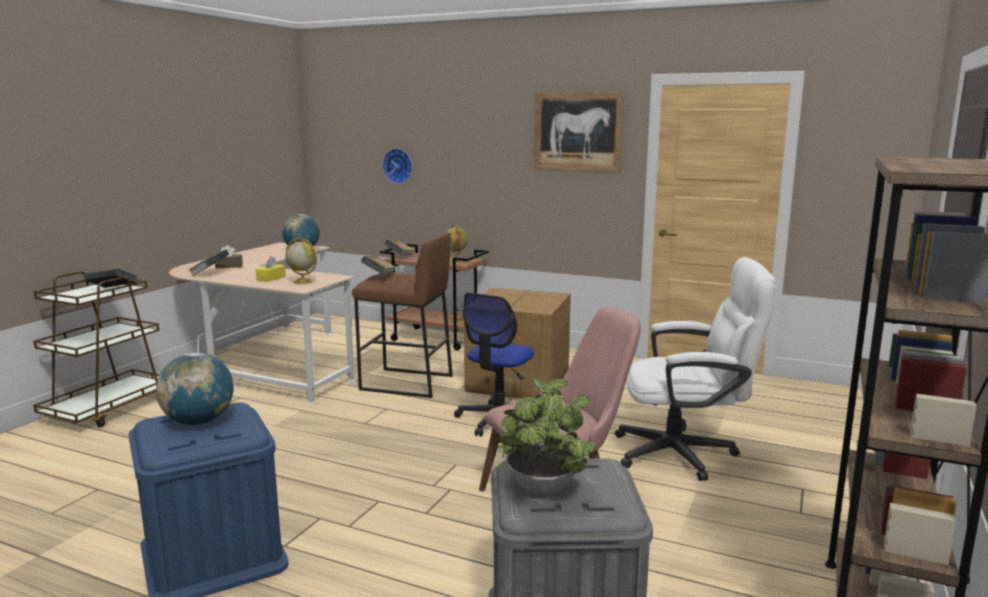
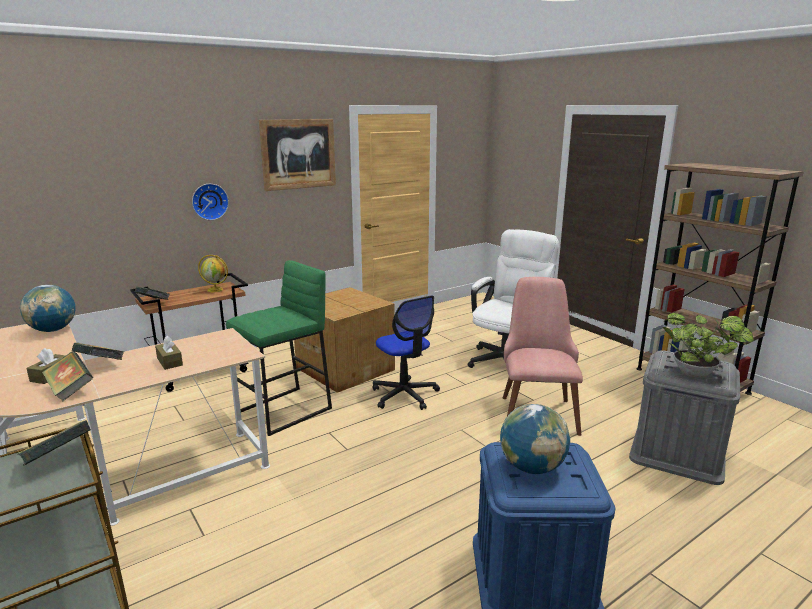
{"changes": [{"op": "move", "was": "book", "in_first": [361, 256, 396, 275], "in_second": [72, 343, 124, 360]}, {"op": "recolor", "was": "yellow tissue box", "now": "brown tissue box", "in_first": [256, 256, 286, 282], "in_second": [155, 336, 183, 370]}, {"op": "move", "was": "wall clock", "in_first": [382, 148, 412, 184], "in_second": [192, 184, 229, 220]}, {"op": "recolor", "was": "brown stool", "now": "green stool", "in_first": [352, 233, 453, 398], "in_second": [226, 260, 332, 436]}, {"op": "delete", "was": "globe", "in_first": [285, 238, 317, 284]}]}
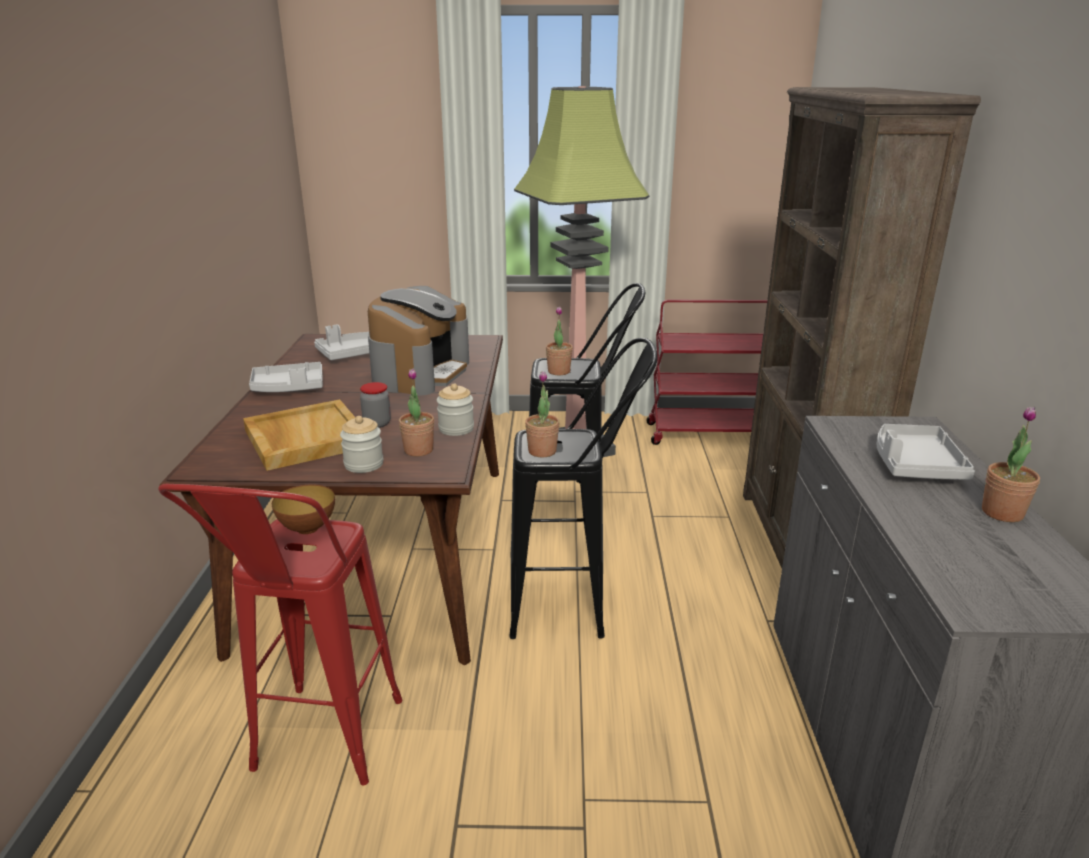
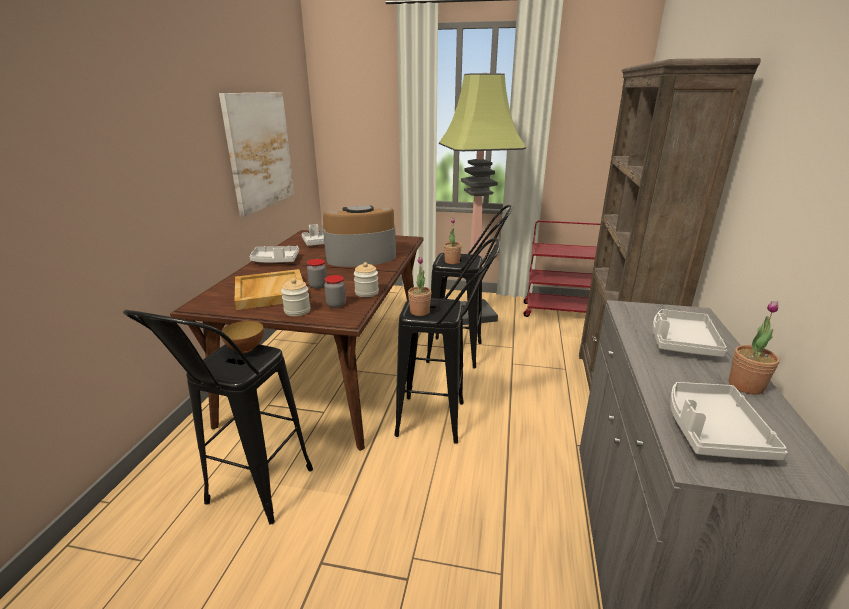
{"changes": [{"op": "recolor", "was": "red stool", "now": "black stool", "in_first": [158, 484, 402, 786], "in_second": [123, 310, 313, 525]}, {"op": "insert", "now": "picture", "in_second": [219, 92, 294, 217]}, {"op": "rotate", "was": "coffee machine", "in_first": [368, 286, 469, 396], "in_second": [323, 205, 396, 267], "clockwise": -135}, {"op": "replace", "was": "potted plant", "now": "jar", "in_first": [399, 368, 434, 456], "in_second": [324, 275, 346, 308]}, {"op": "insert", "now": "grey tray", "in_second": [670, 382, 788, 461]}]}
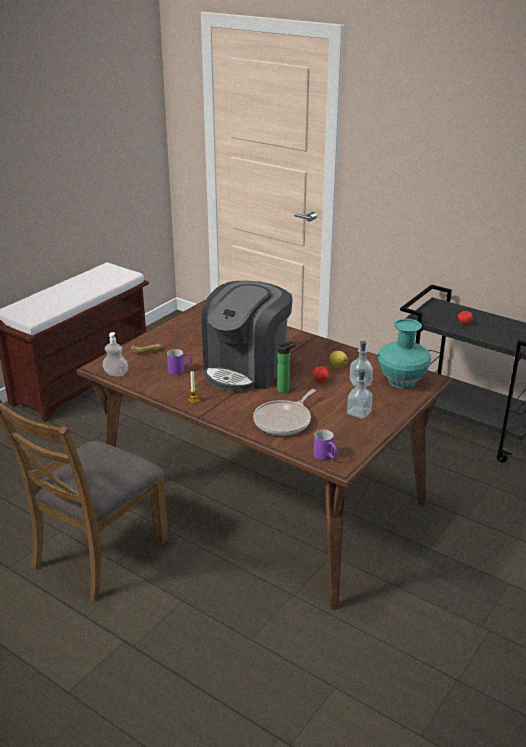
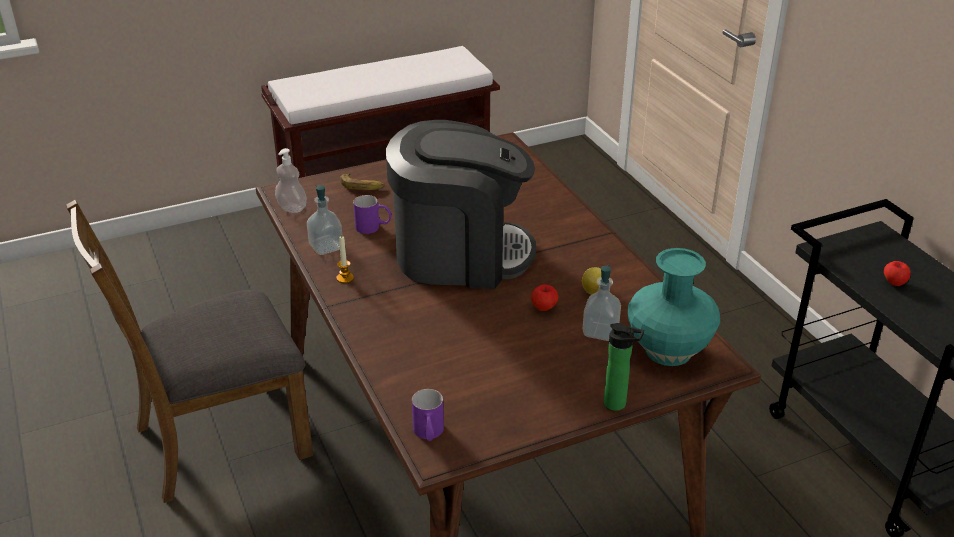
{"changes": [{"op": "move", "was": "soap dispenser", "in_first": [347, 369, 373, 419], "in_second": [307, 185, 342, 255]}, {"op": "rotate", "was": "coffee machine", "in_first": [201, 281, 293, 392], "in_second": [386, 120, 536, 289], "clockwise": -150}, {"op": "move", "was": "bottle", "in_first": [277, 341, 296, 393], "in_second": [604, 323, 644, 411]}, {"op": "delete", "was": "frying pan", "in_first": [253, 389, 316, 436]}]}
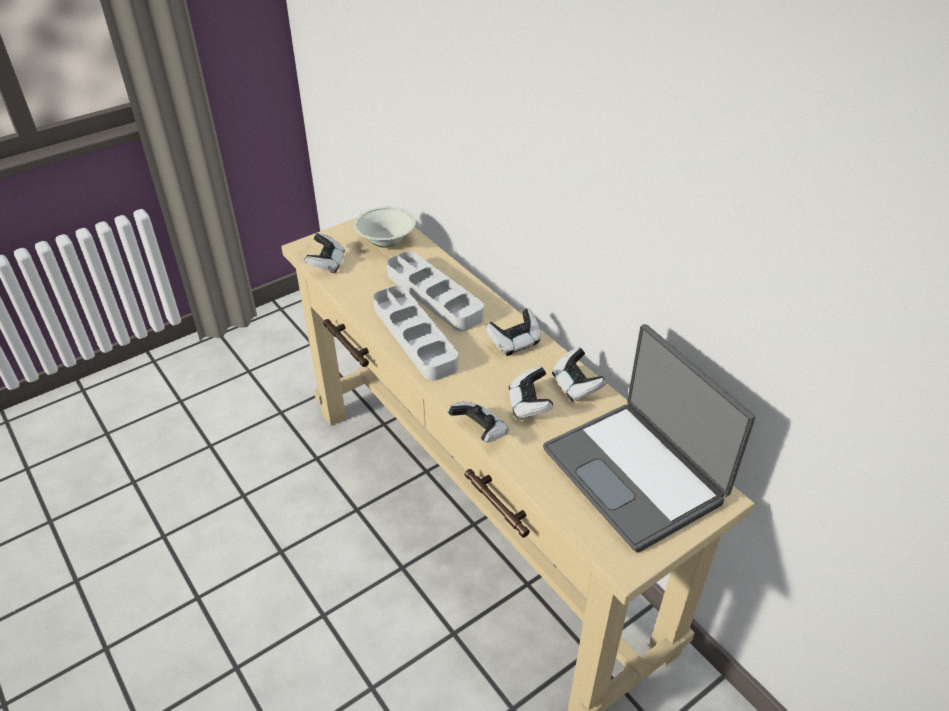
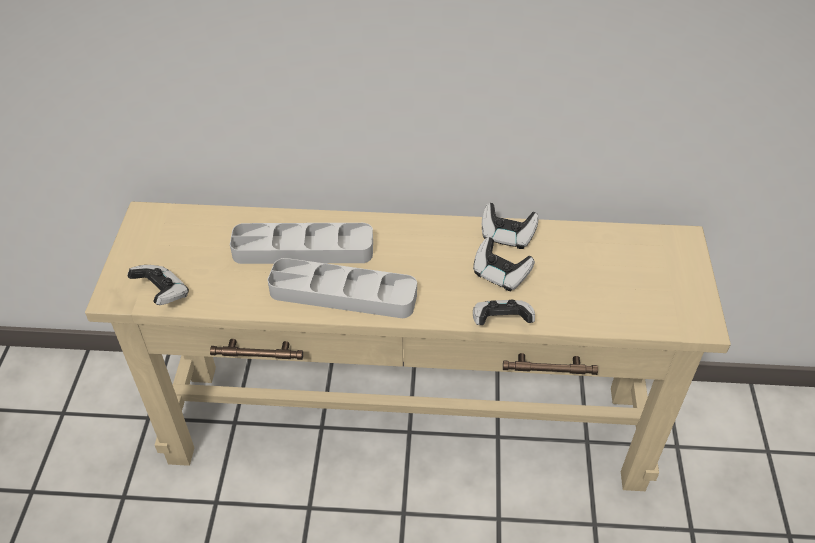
{"changes": [{"op": "delete", "was": "white bowl", "in_first": [354, 207, 416, 248]}, {"op": "delete", "was": "game controller", "in_first": [486, 308, 541, 356]}, {"op": "delete", "was": "laptop", "in_first": [543, 324, 755, 552]}]}
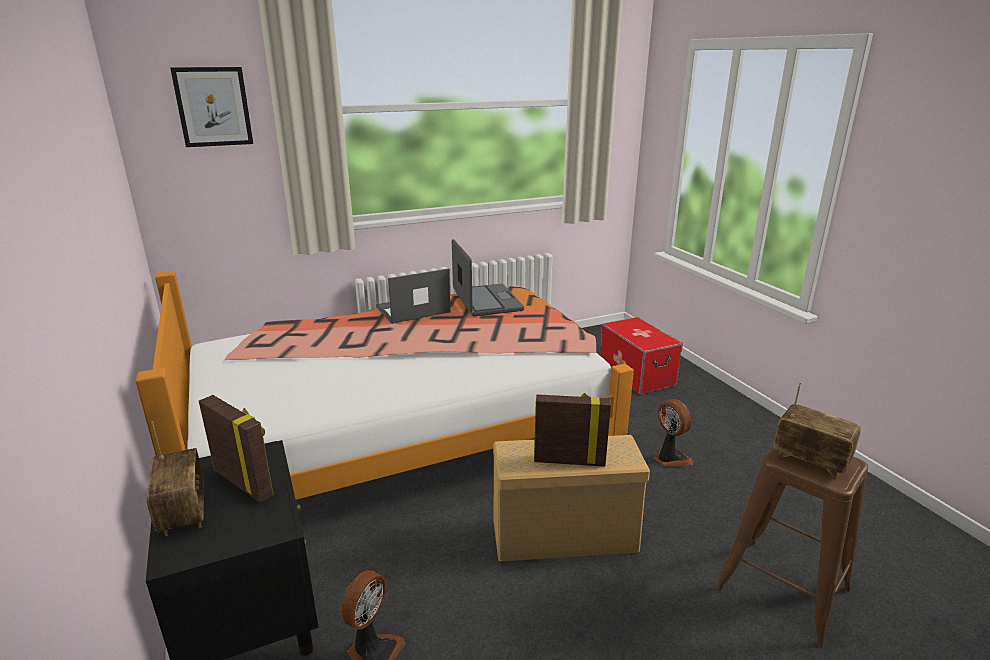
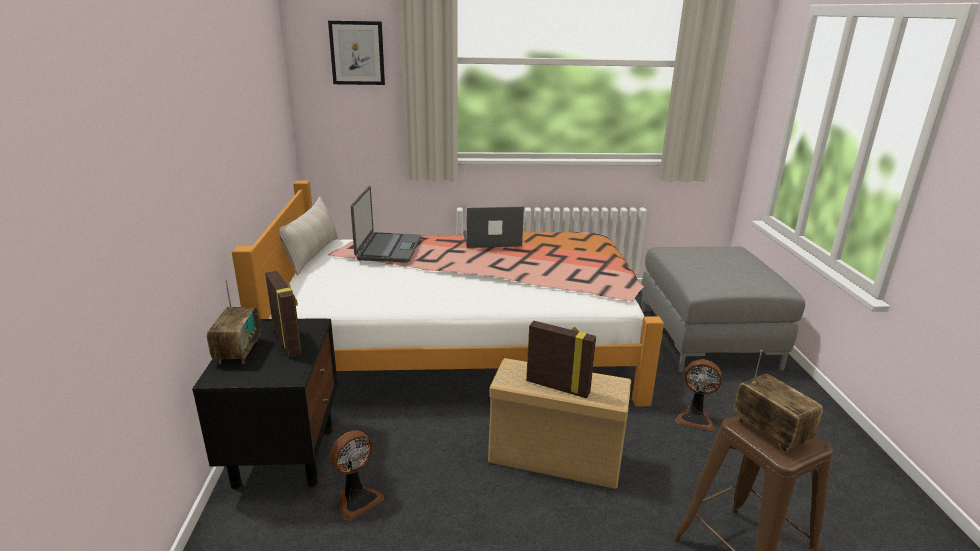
{"changes": [{"op": "insert", "now": "beige pillow", "in_second": [279, 197, 338, 275]}, {"op": "move", "was": "laptop", "in_first": [452, 239, 524, 316], "in_second": [351, 186, 421, 262]}, {"op": "replace", "was": "storage box", "now": "grey ottoman", "in_first": [600, 317, 683, 394], "in_second": [641, 246, 805, 372]}, {"op": "rotate", "was": "fan", "in_first": [653, 399, 693, 467], "in_second": [675, 360, 722, 431], "clockwise": 120}]}
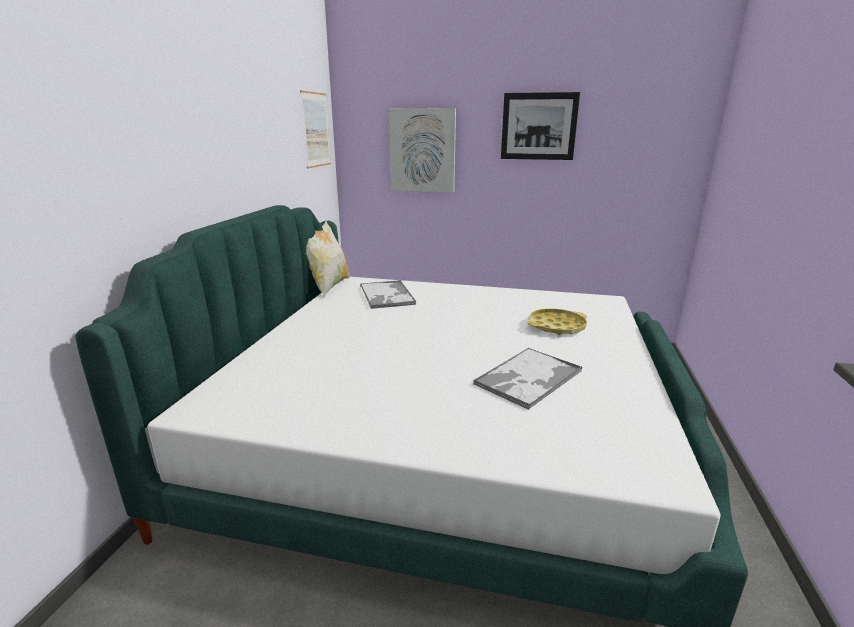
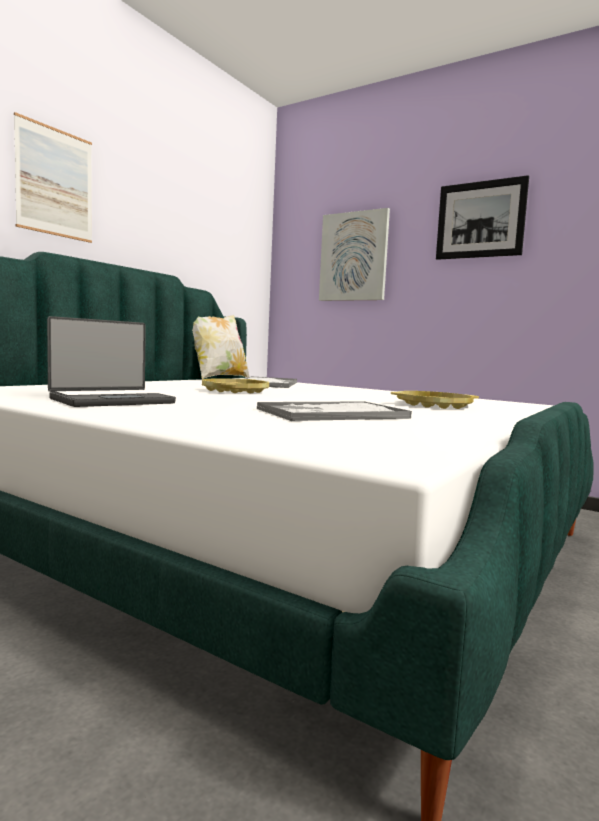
{"changes": [{"op": "move", "was": "picture", "in_first": [300, 91, 331, 169], "in_second": [14, 112, 92, 243]}, {"op": "insert", "now": "laptop", "in_second": [47, 316, 176, 407]}, {"op": "insert", "now": "yellow tray", "in_second": [202, 378, 269, 393]}]}
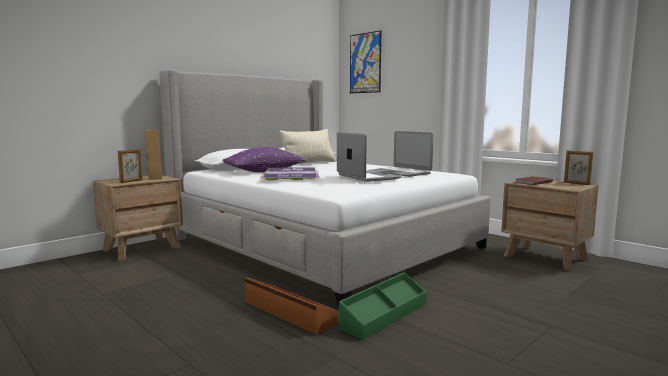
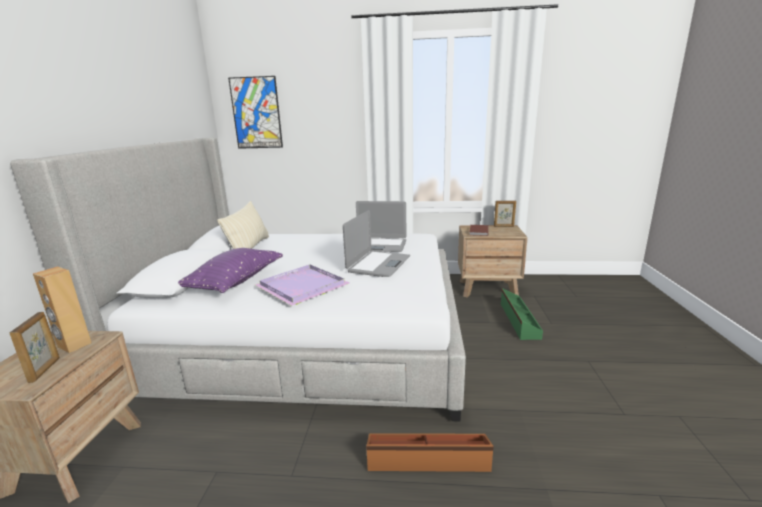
{"changes": [{"op": "rotate", "was": "laptop", "in_first": [337, 132, 402, 182], "in_second": [343, 210, 410, 277], "clockwise": 90}, {"op": "move", "was": "green storage box", "in_first": [339, 272, 427, 340], "in_second": [501, 288, 543, 340]}]}
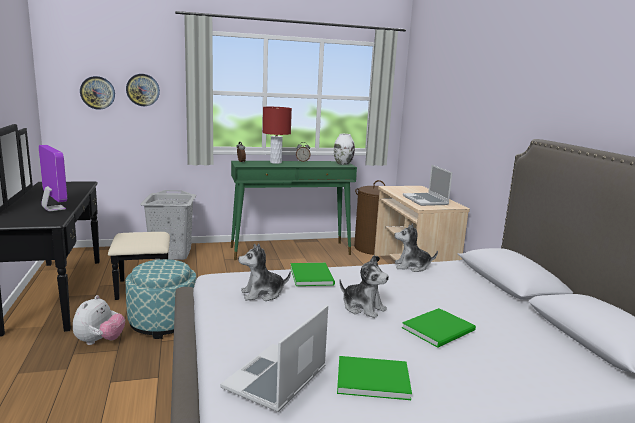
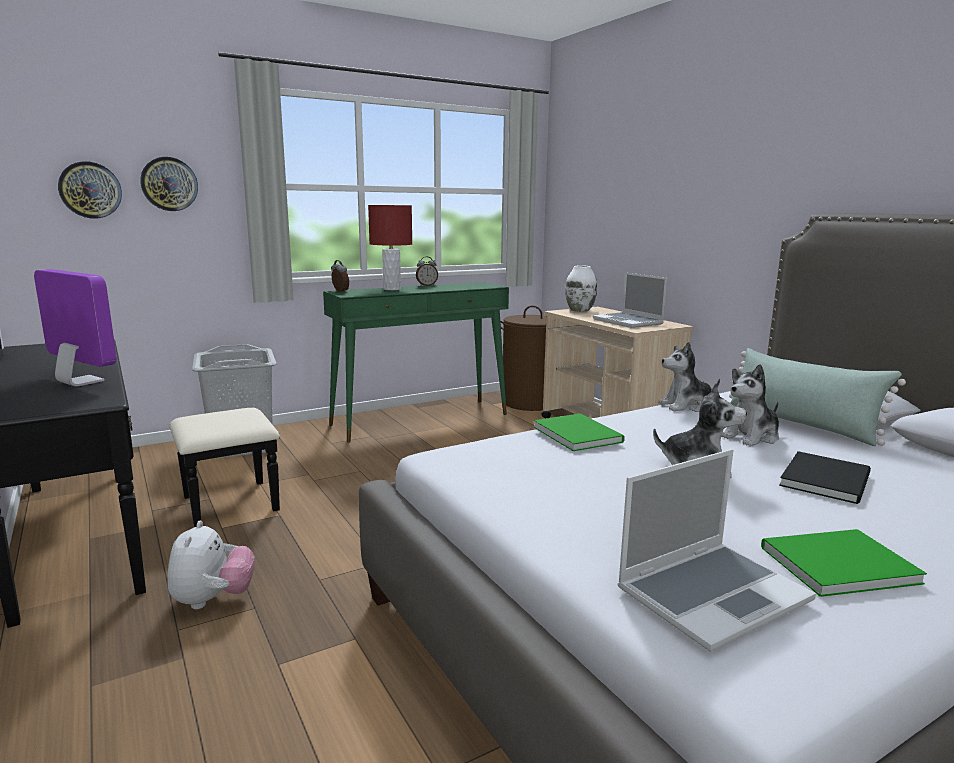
{"changes": [{"op": "move", "was": "white vase", "in_first": [334, 134, 355, 165], "in_second": [565, 265, 597, 312]}, {"op": "rotate", "was": "laptop", "in_first": [220, 305, 328, 412], "in_second": [617, 449, 816, 652], "clockwise": -135}, {"op": "move", "was": "plush toy", "in_first": [238, 243, 291, 301], "in_second": [721, 364, 779, 447]}, {"op": "insert", "now": "green pillow", "in_second": [728, 348, 906, 446]}, {"op": "recolor", "was": "green book", "now": "black book", "in_first": [402, 308, 476, 348], "in_second": [779, 451, 871, 504]}, {"op": "delete", "was": "ottoman", "in_first": [126, 259, 197, 339]}]}
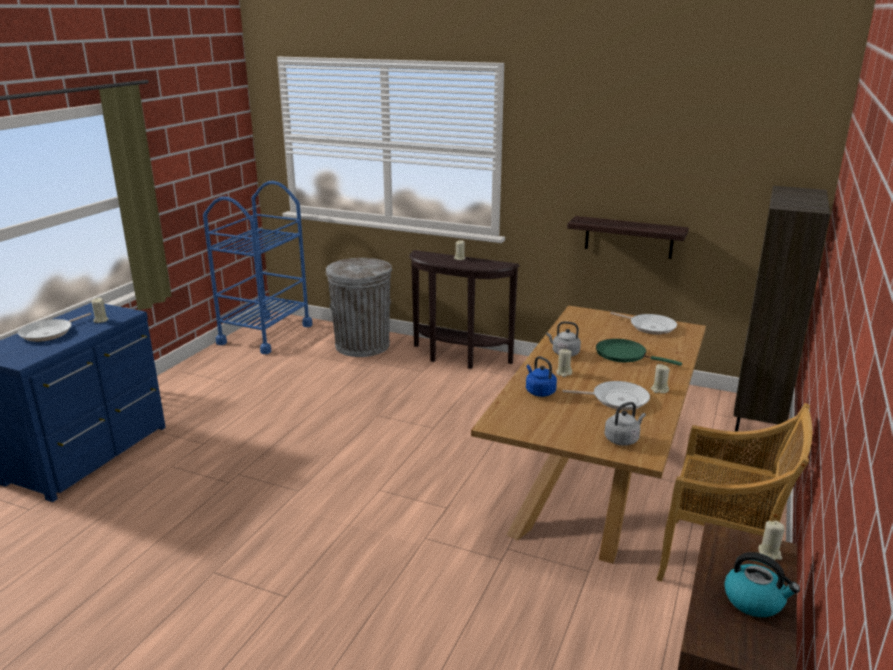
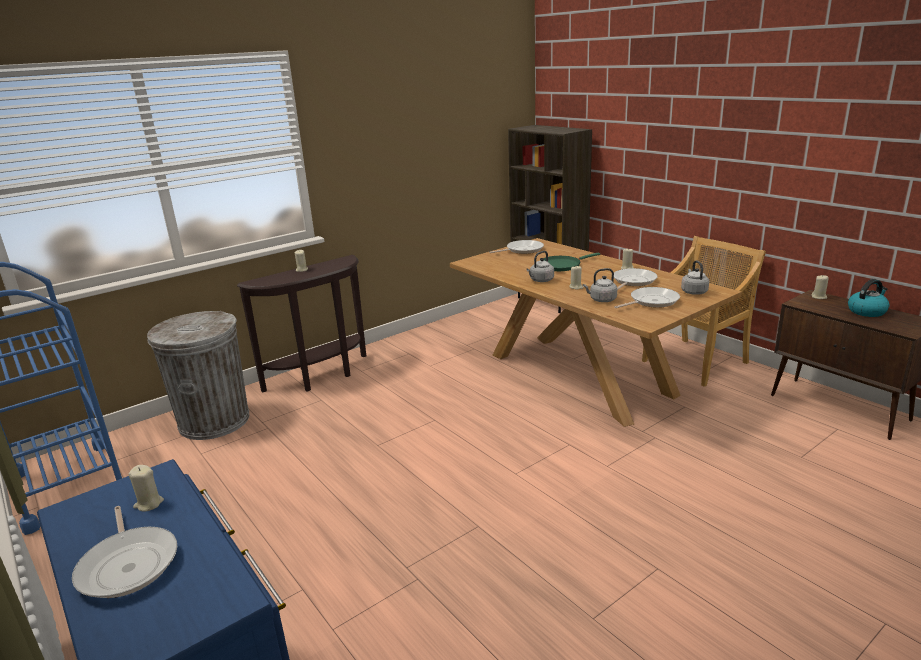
{"changes": [{"op": "recolor", "was": "blue kettle", "now": "grey kettle", "in_first": [526, 356, 557, 397], "in_second": [583, 268, 617, 302]}, {"op": "insert", "now": "frying pan", "in_second": [614, 287, 680, 308]}, {"op": "delete", "was": "shelf", "in_first": [567, 216, 689, 259]}]}
